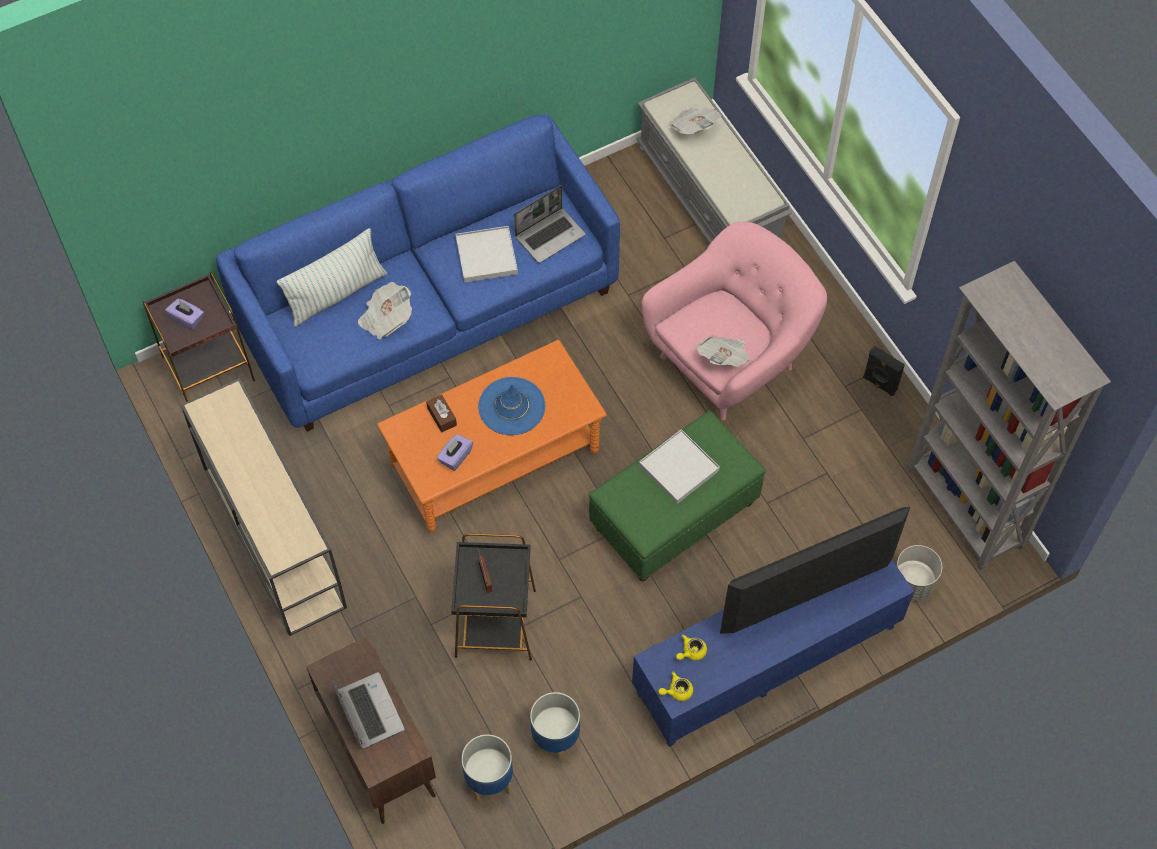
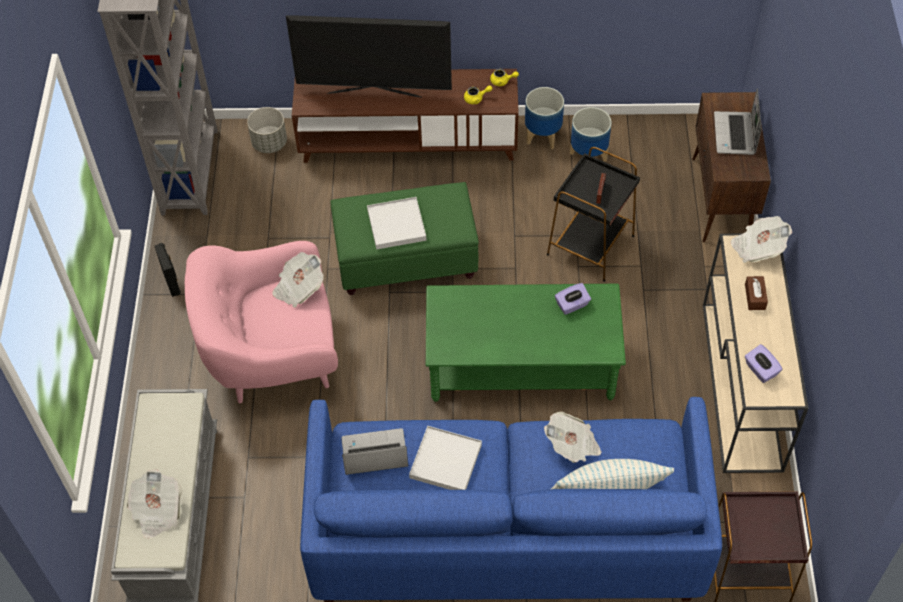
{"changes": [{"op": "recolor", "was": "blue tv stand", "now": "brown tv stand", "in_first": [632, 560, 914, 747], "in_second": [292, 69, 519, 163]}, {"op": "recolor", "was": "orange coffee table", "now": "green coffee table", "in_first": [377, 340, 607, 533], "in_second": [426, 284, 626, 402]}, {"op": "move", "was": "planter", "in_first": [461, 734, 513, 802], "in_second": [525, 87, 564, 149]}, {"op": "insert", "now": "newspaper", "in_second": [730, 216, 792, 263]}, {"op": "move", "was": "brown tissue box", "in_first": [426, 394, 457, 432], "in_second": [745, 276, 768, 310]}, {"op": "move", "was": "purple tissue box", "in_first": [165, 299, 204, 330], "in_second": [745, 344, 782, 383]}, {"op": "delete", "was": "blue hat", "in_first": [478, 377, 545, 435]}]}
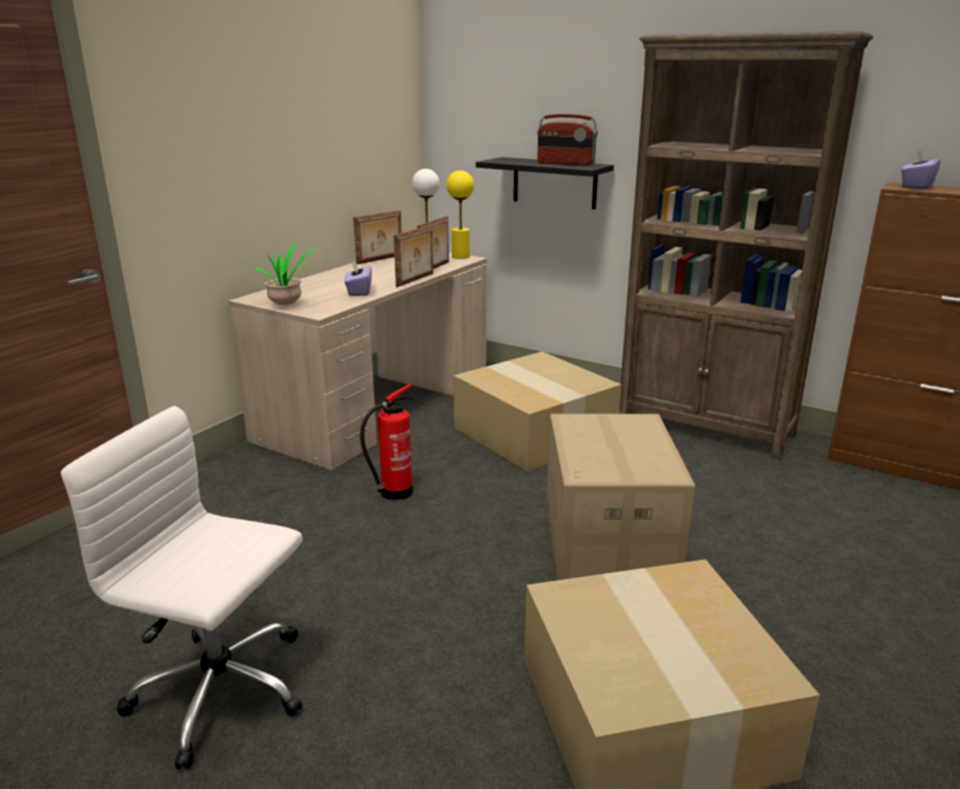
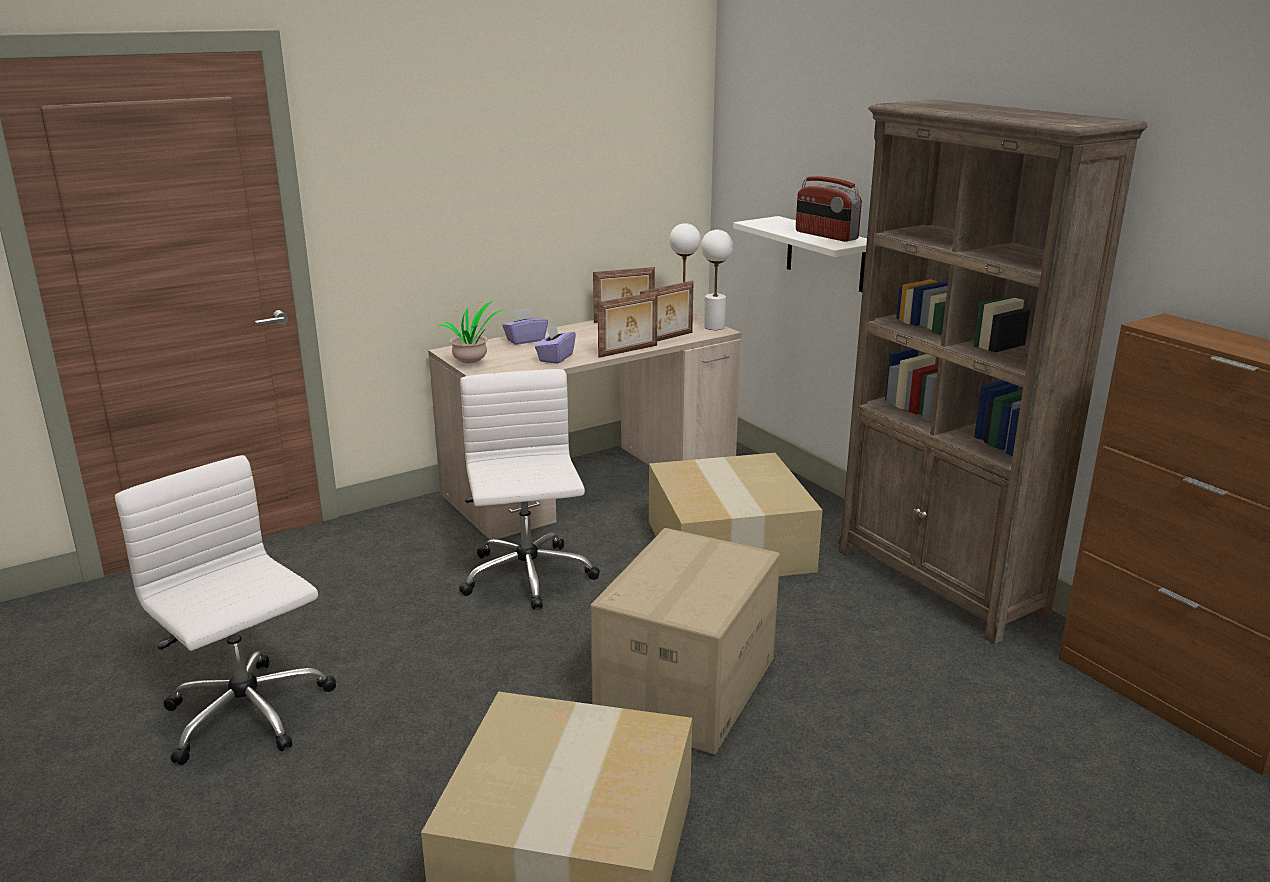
{"changes": [{"op": "replace", "was": "fire extinguisher", "now": "white office chair", "in_first": [360, 384, 413, 500], "in_second": [459, 369, 600, 610]}, {"op": "move", "was": "purple tissue box", "in_first": [901, 149, 941, 189], "in_second": [502, 308, 548, 345]}, {"op": "recolor", "was": "yellow table lamp", "now": "white table lamp", "in_first": [446, 170, 474, 259], "in_second": [701, 230, 733, 330]}, {"op": "recolor", "was": "black shelf", "now": "white shelf", "in_first": [476, 157, 614, 209], "in_second": [733, 216, 867, 292]}]}
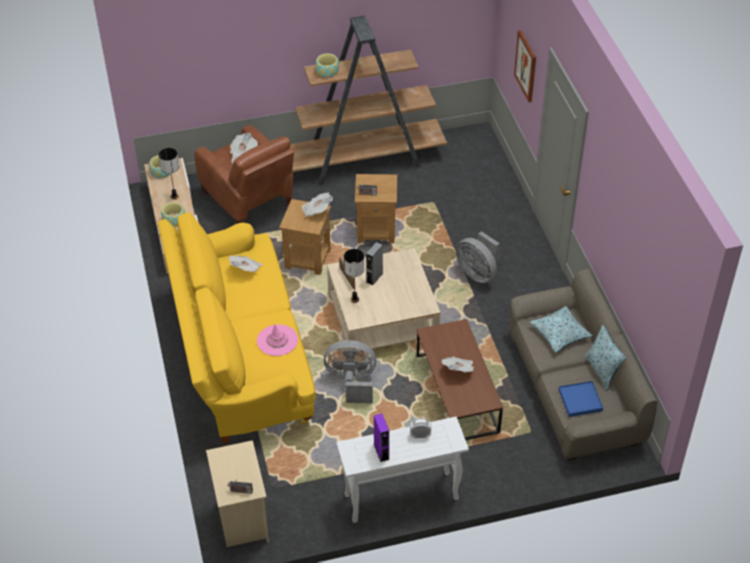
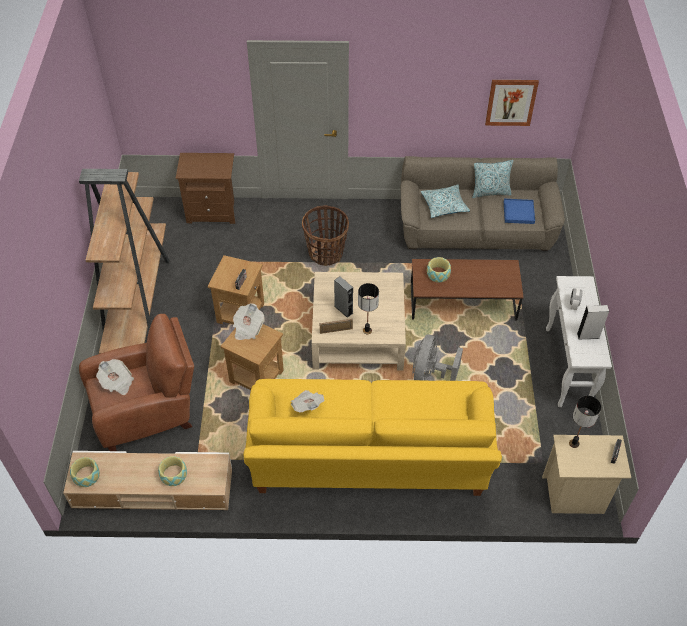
{"changes": [{"op": "insert", "now": "brown nightstand", "in_second": [176, 153, 235, 224]}, {"op": "replace", "was": "grey fan", "now": "basket", "in_first": [456, 231, 500, 283], "in_second": [302, 205, 349, 266]}, {"op": "move", "was": "bowl", "in_first": [316, 53, 339, 77], "in_second": [427, 257, 451, 282]}, {"op": "move", "was": "picture", "in_first": [514, 30, 536, 102], "in_second": [485, 80, 539, 126]}, {"op": "move", "was": "table lamp", "in_first": [159, 148, 179, 200], "in_second": [569, 396, 601, 448]}, {"op": "recolor", "was": "purple speaker", "now": "grey speaker", "in_first": [374, 413, 389, 462], "in_second": [577, 305, 609, 339]}, {"op": "delete", "was": "pink hat", "in_first": [257, 324, 298, 356]}, {"op": "delete", "was": "newspaper", "in_first": [442, 356, 474, 372]}]}
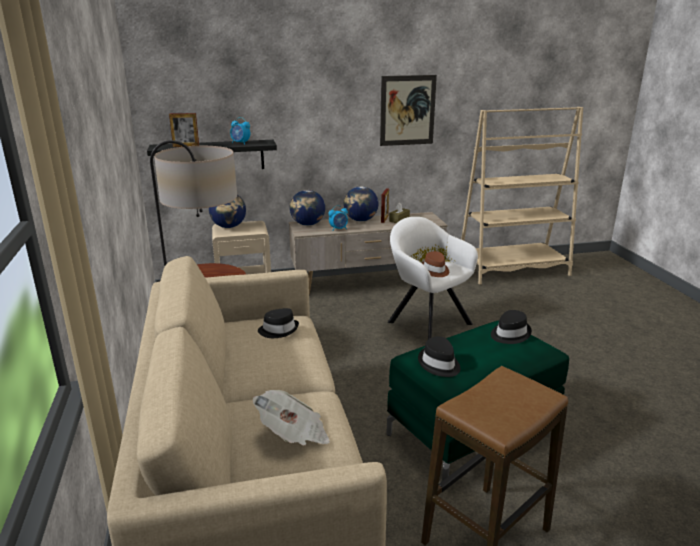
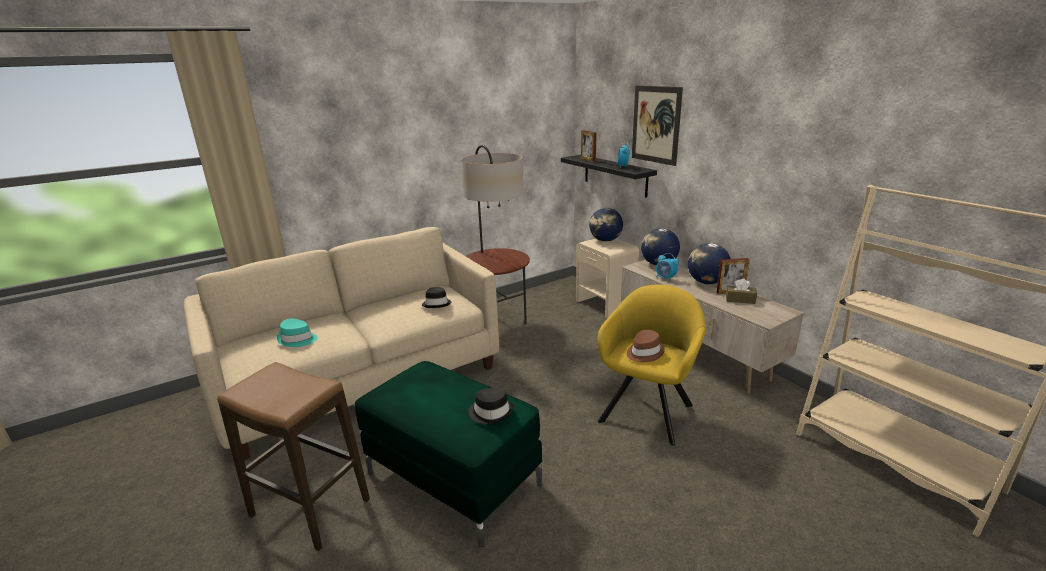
{"changes": [{"op": "replace", "was": "newspaper", "now": "turquoise hat", "in_first": [253, 390, 330, 446], "in_second": [277, 318, 318, 347]}, {"op": "recolor", "was": "white armchair", "now": "yellow armchair", "in_first": [388, 217, 478, 339], "in_second": [597, 285, 706, 446]}, {"op": "move", "was": "picture", "in_first": [380, 75, 437, 146], "in_second": [632, 85, 683, 166]}, {"op": "delete", "was": "black hat", "in_first": [418, 336, 460, 377]}]}
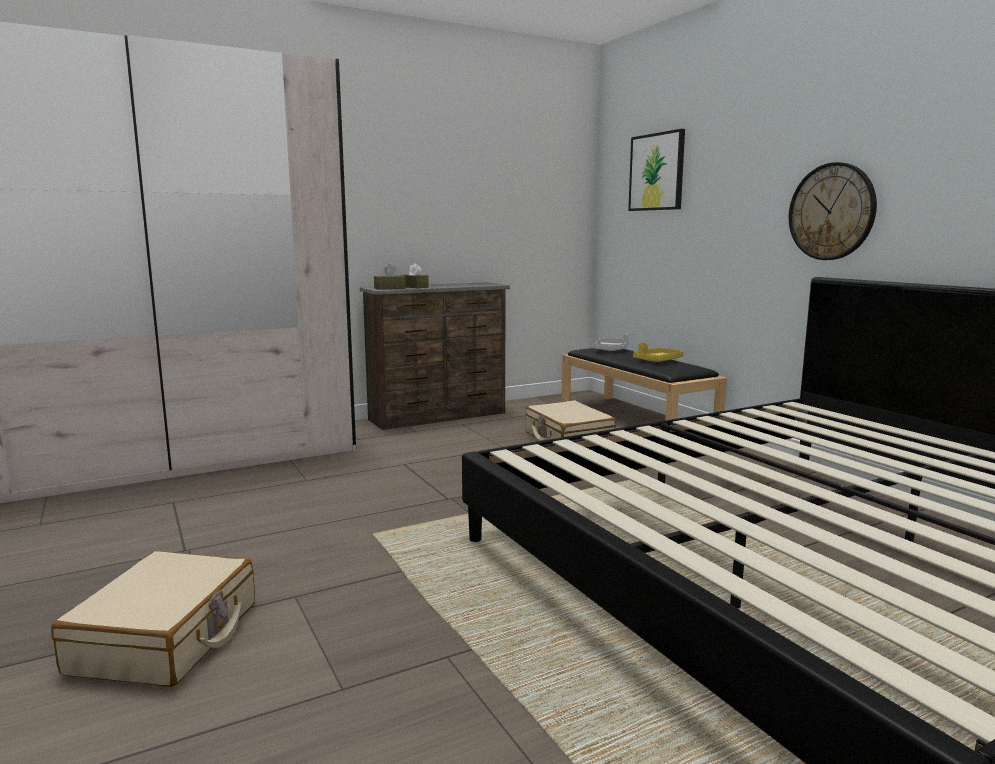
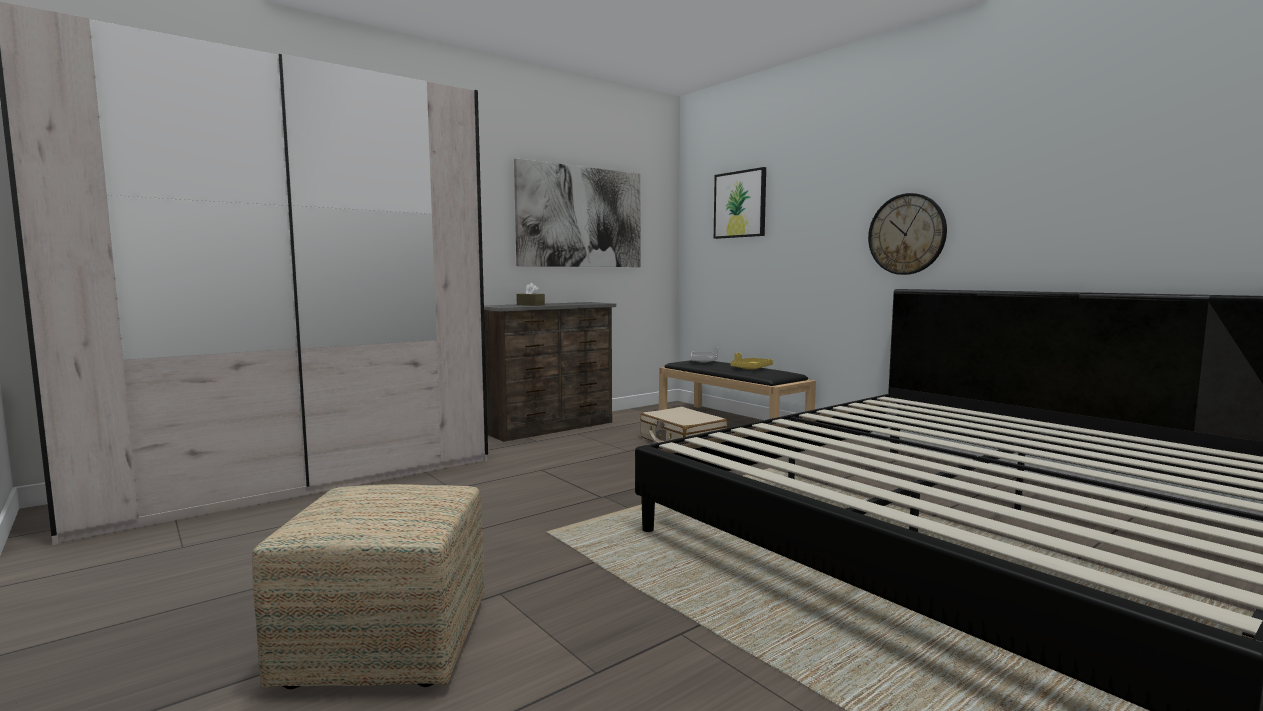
{"changes": [{"op": "replace", "was": "beige suitcase", "now": "ottoman", "in_first": [51, 551, 255, 687], "in_second": [252, 484, 484, 689]}, {"op": "insert", "now": "picture", "in_second": [514, 158, 641, 267]}, {"op": "delete", "was": "brown tissue box", "in_first": [374, 264, 406, 290]}]}
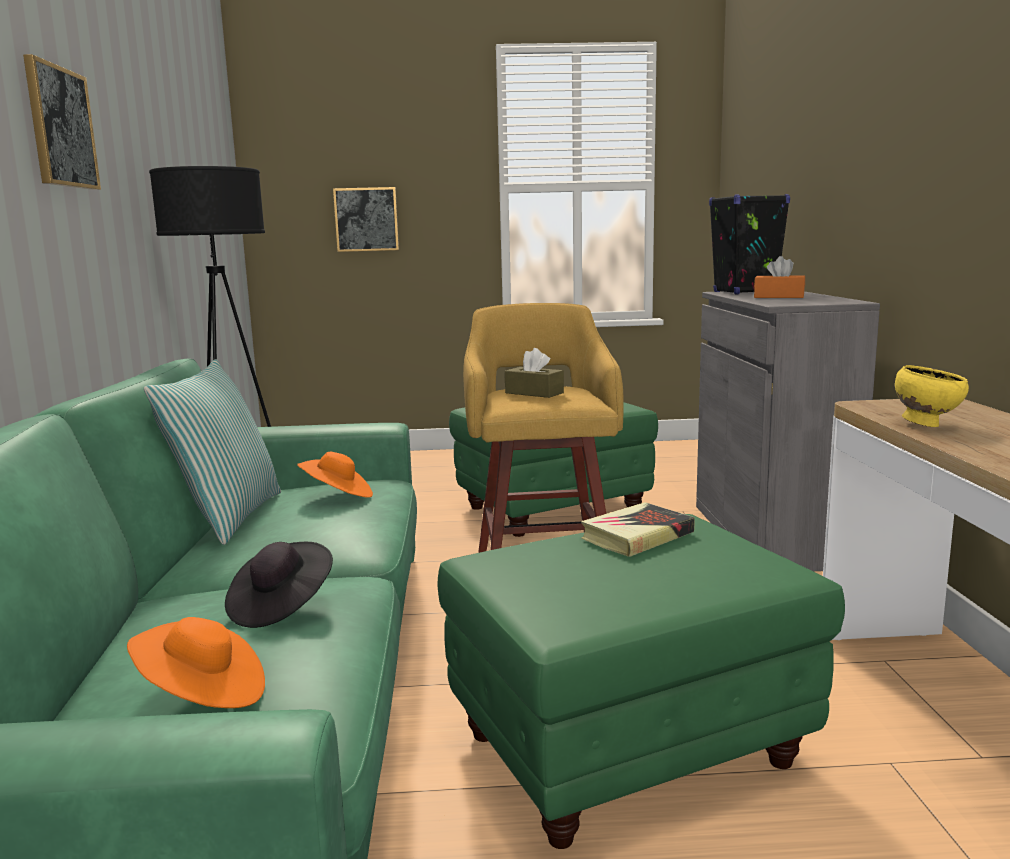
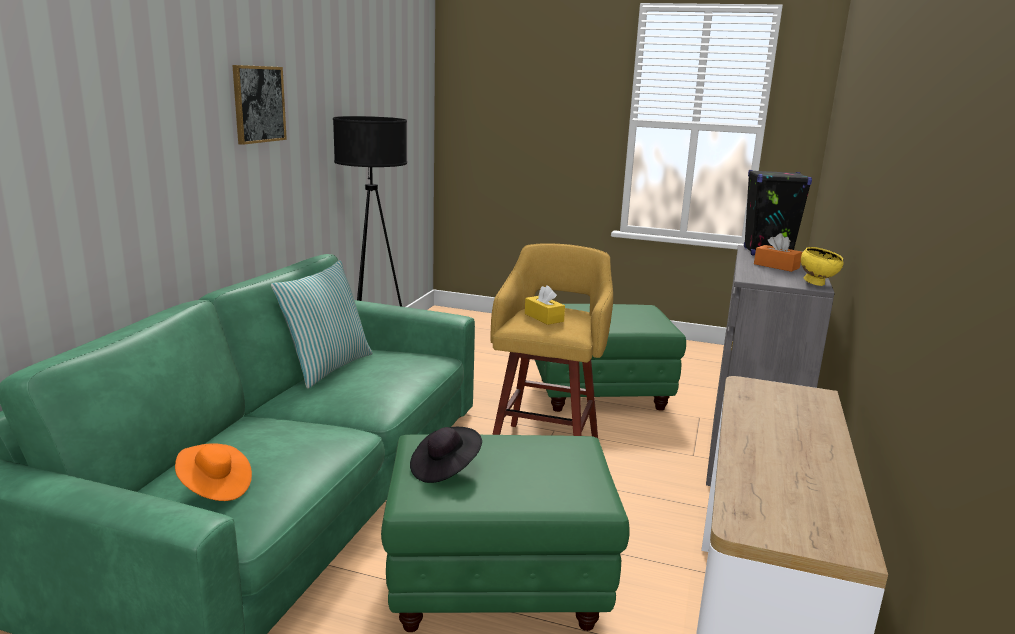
{"changes": [{"op": "move", "was": "black hat", "in_first": [225, 542, 333, 628], "in_second": [410, 427, 482, 483]}, {"op": "recolor", "was": "brown tissue box", "now": "yellow tissue box", "in_first": [505, 348, 564, 398], "in_second": [525, 285, 565, 325]}, {"op": "move", "was": "yellow bowl", "in_first": [895, 365, 969, 427], "in_second": [801, 247, 844, 286]}, {"op": "delete", "was": "orange hat", "in_first": [297, 452, 373, 498]}, {"op": "delete", "was": "picture", "in_first": [333, 187, 399, 252]}, {"op": "delete", "was": "book", "in_first": [581, 502, 695, 557]}]}
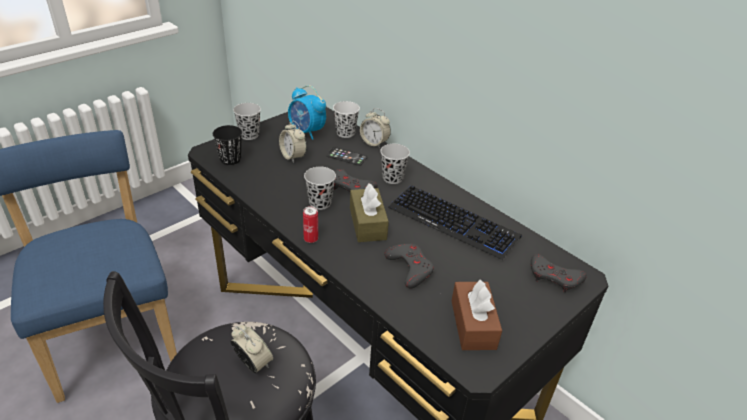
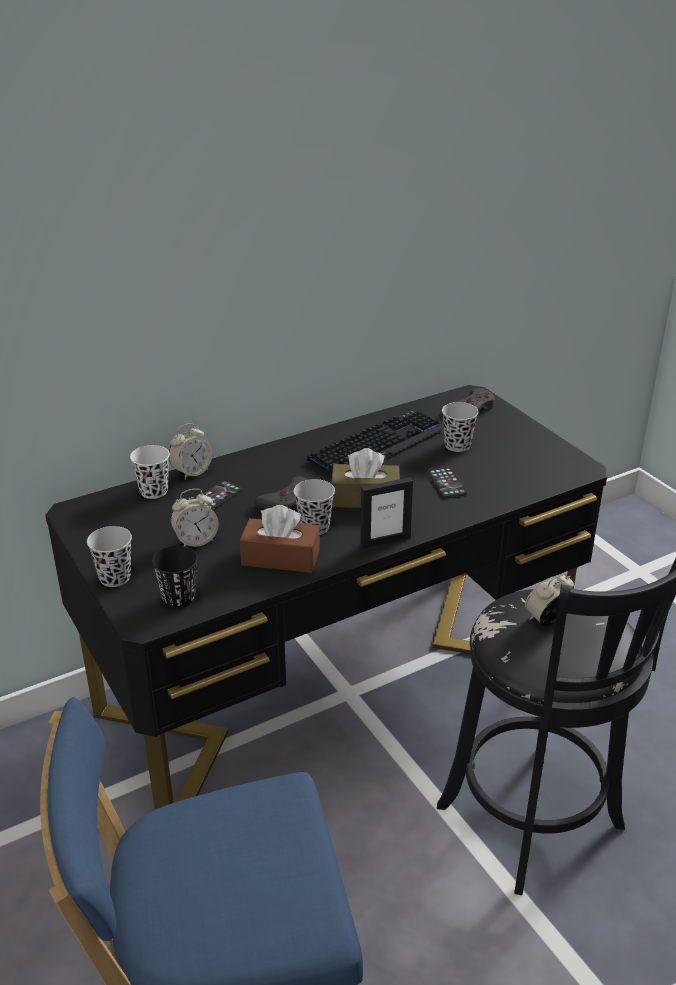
{"changes": [{"op": "move", "was": "brown tissue box", "in_first": [452, 280, 502, 350], "in_second": [240, 505, 320, 573]}, {"op": "replace", "was": "can", "now": "picture frame", "in_first": [303, 206, 318, 243], "in_second": [360, 477, 413, 548]}, {"op": "replace", "was": "grey game controller", "now": "phone", "in_first": [384, 244, 434, 289], "in_second": [427, 466, 467, 497]}, {"op": "move", "was": "black cup", "in_first": [380, 144, 410, 184], "in_second": [442, 402, 478, 452]}, {"op": "delete", "was": "alarm clock", "in_first": [288, 85, 326, 140]}]}
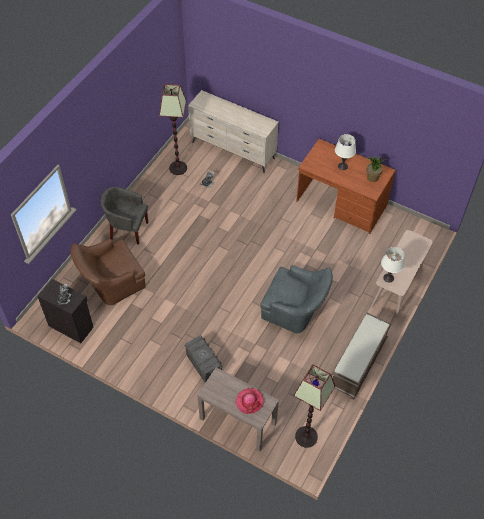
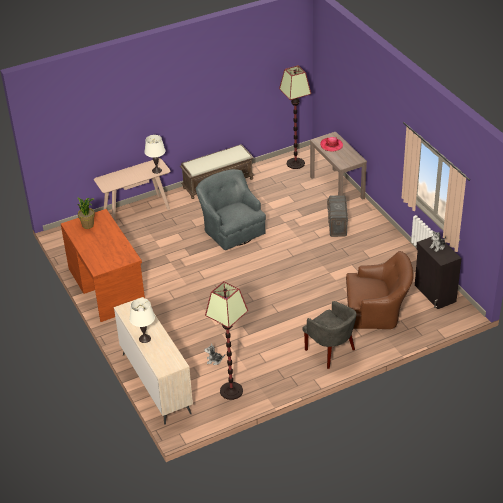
{"changes": [{"op": "move", "was": "white table lamp", "in_first": [335, 134, 356, 170], "in_second": [129, 298, 155, 343]}]}
